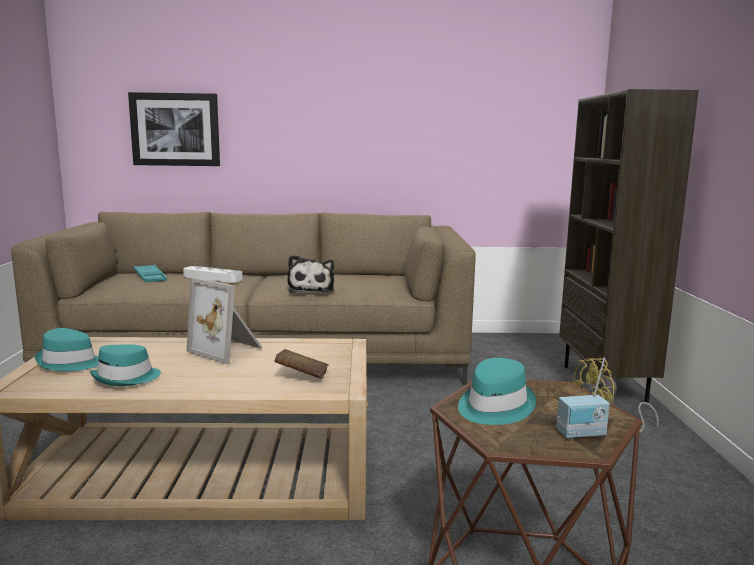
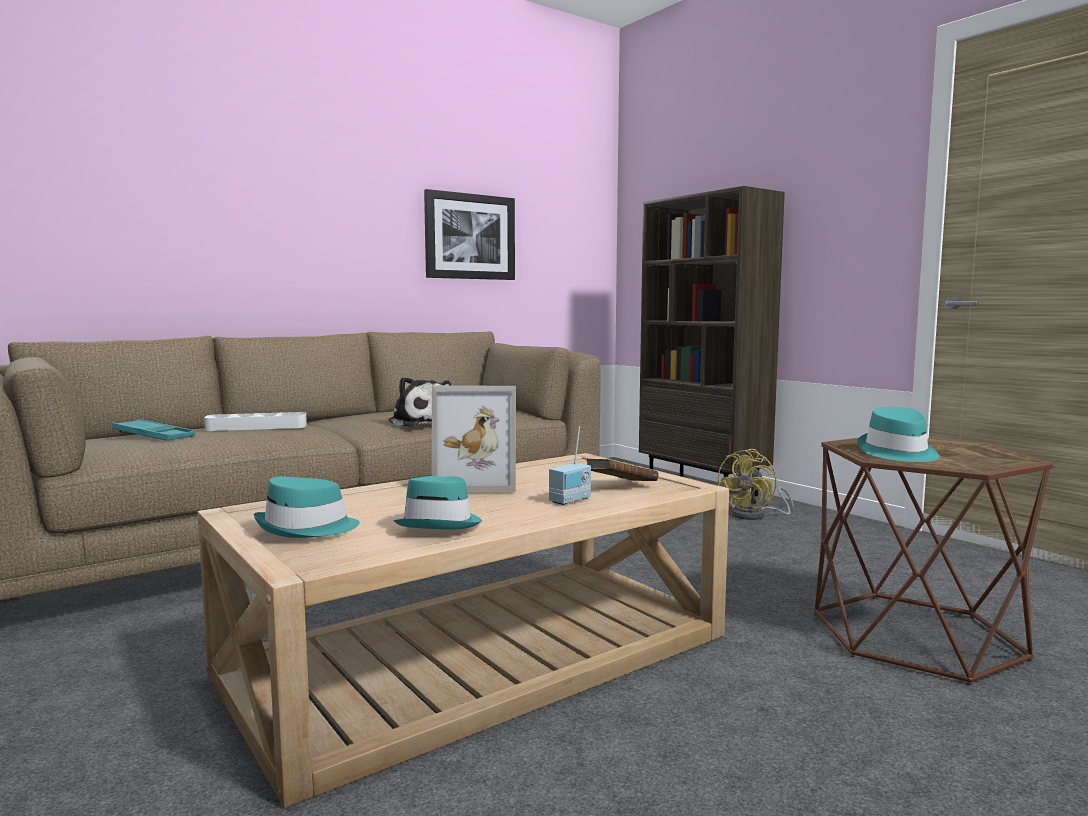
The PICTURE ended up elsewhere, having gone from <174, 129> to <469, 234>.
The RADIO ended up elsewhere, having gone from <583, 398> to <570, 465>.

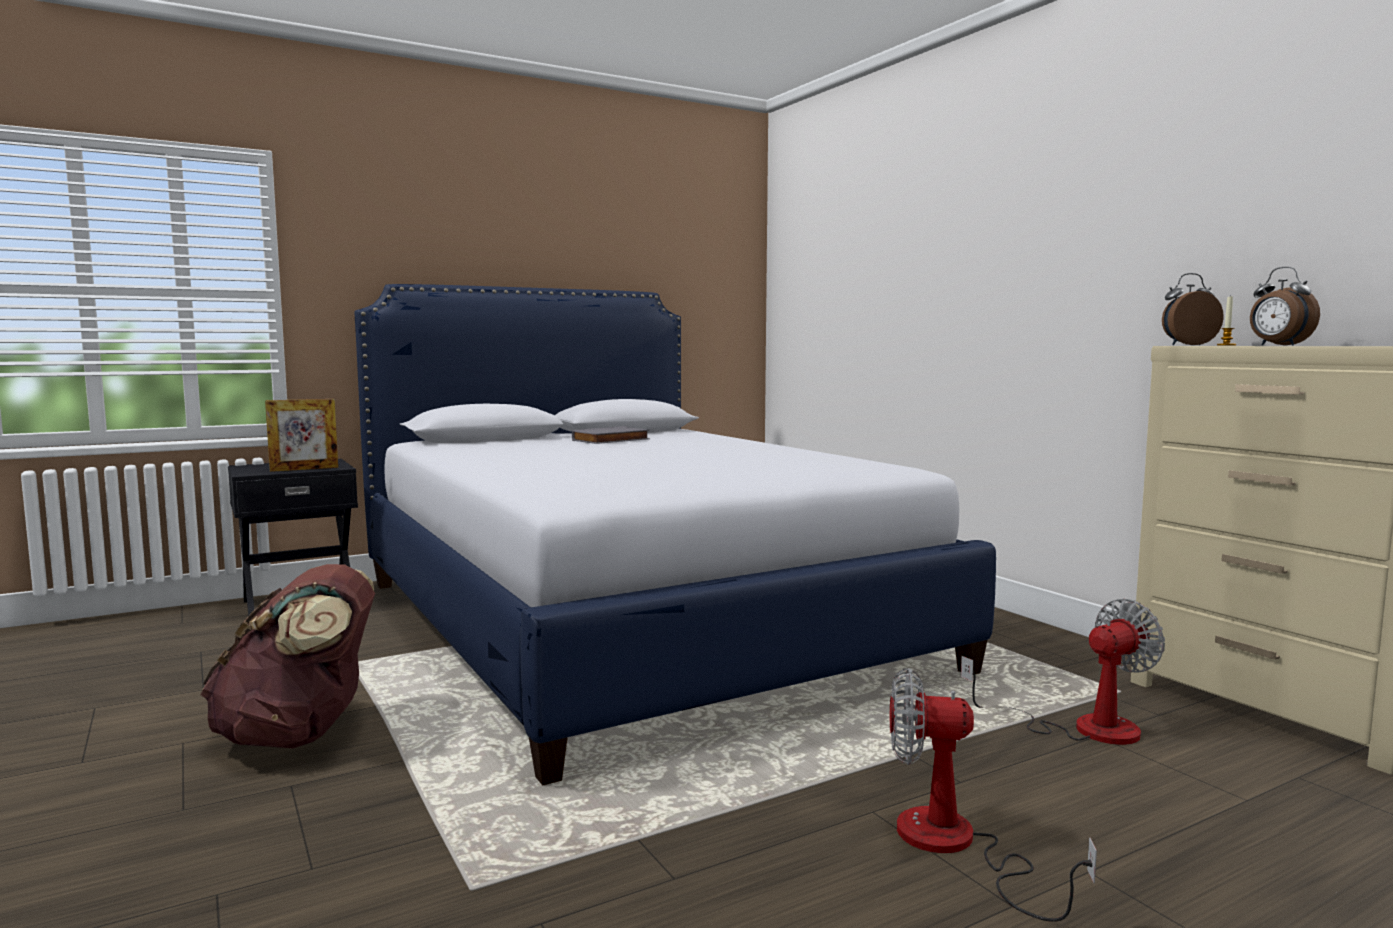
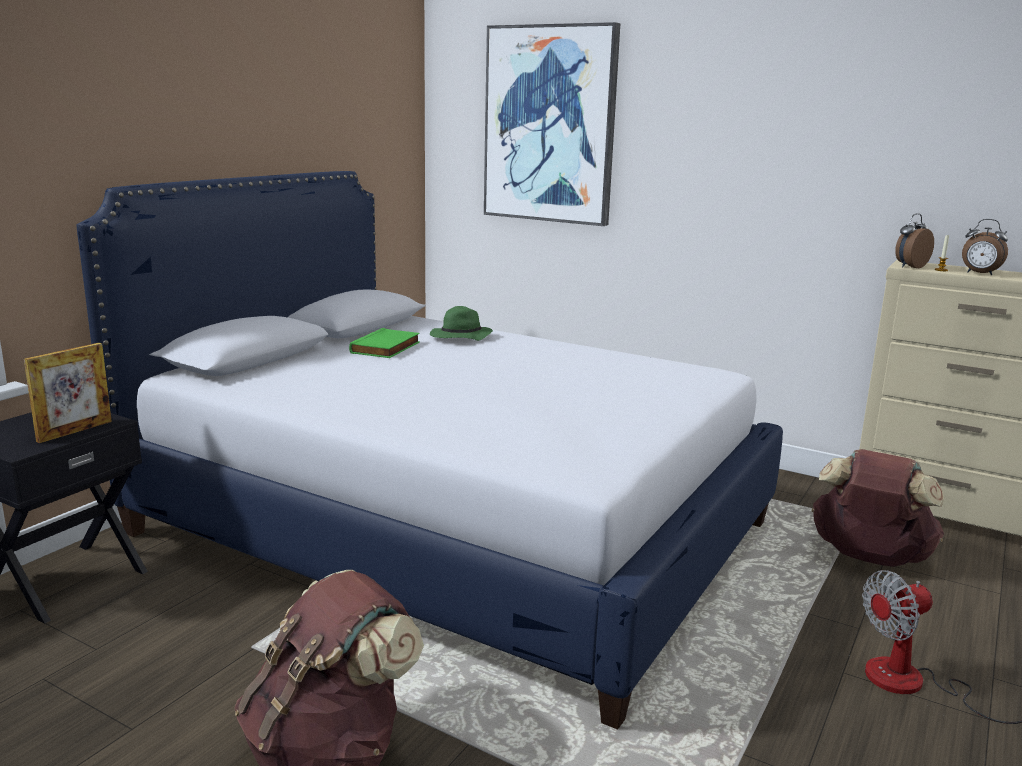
What was the GREY BOOK at <611, 435> turned into the GREEN BOOK at <384, 343>.
Where the FAN stood at <1063, 672>, the BROWN BACKPACK came to stand at <877, 508>.
The second view gained the PICTURE at <552, 124>.
The second view gained the GREEN HAT at <461, 323>.

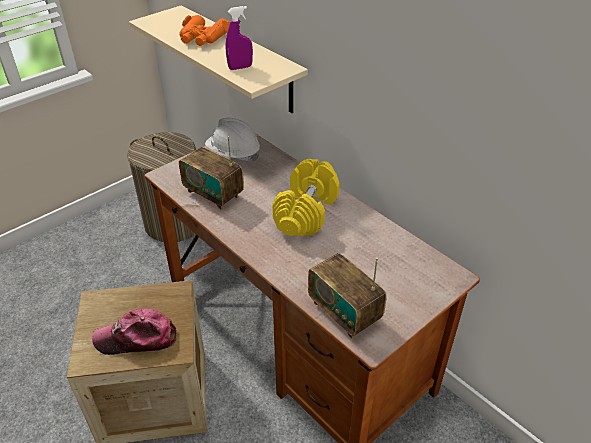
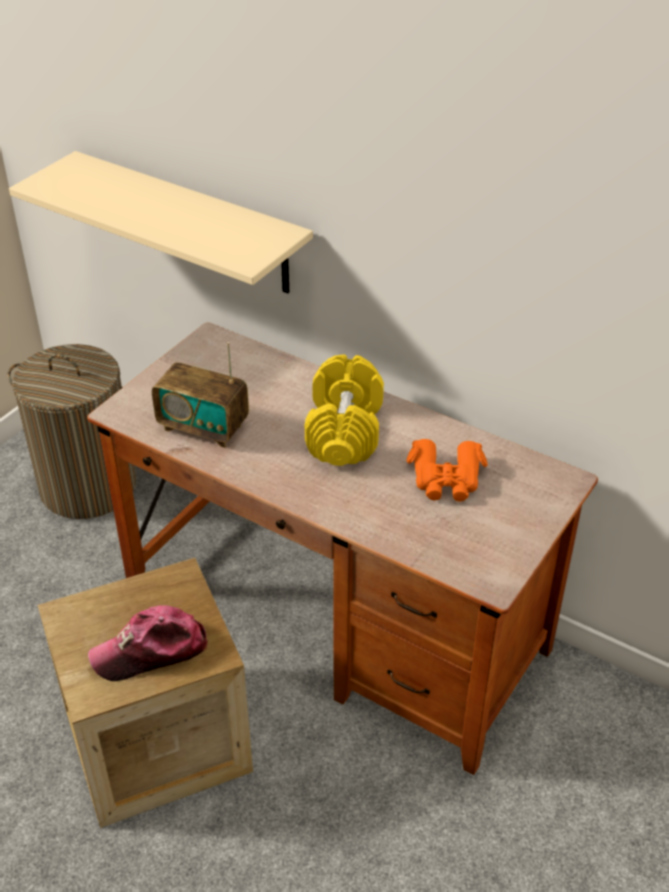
The second view lost the PURPLE SPRAY BOTTLE at <239, 38>.
The ORANGE BINOCULARS ended up elsewhere, having gone from <204, 30> to <447, 470>.
The second view lost the WHITE HARD HAT at <232, 139>.
The second view lost the RADIO at <347, 295>.

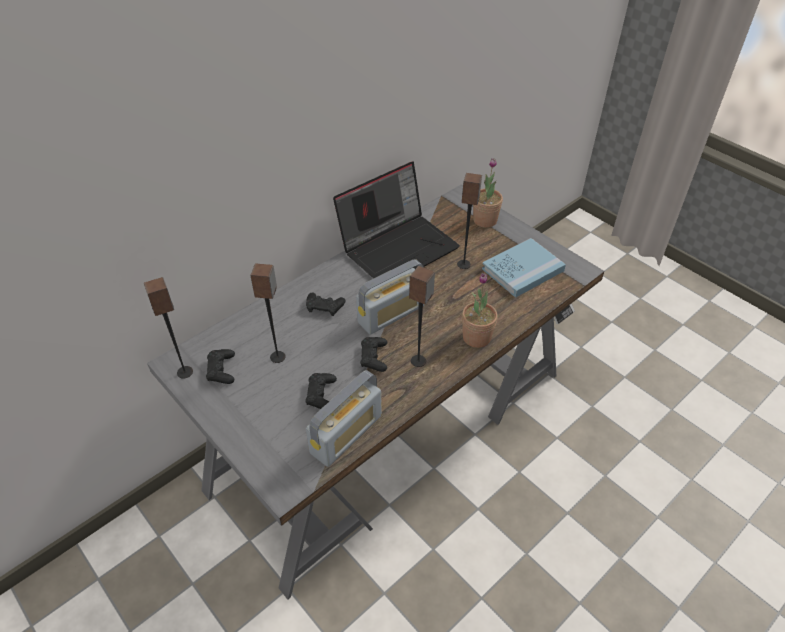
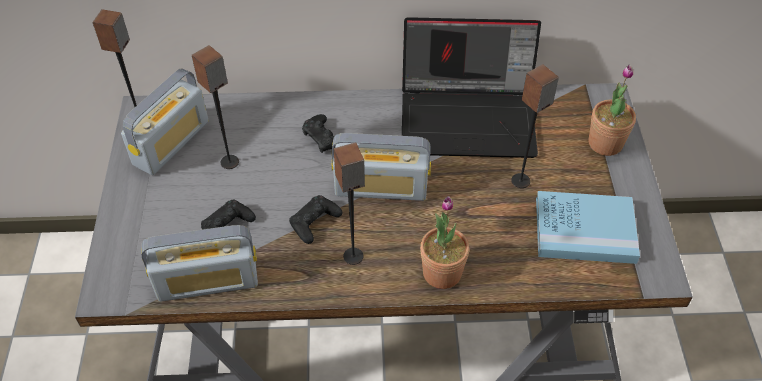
Where the BLACK GAME CONTROLLER stood at <220, 366>, the RADIO came to stand at <165, 121>.

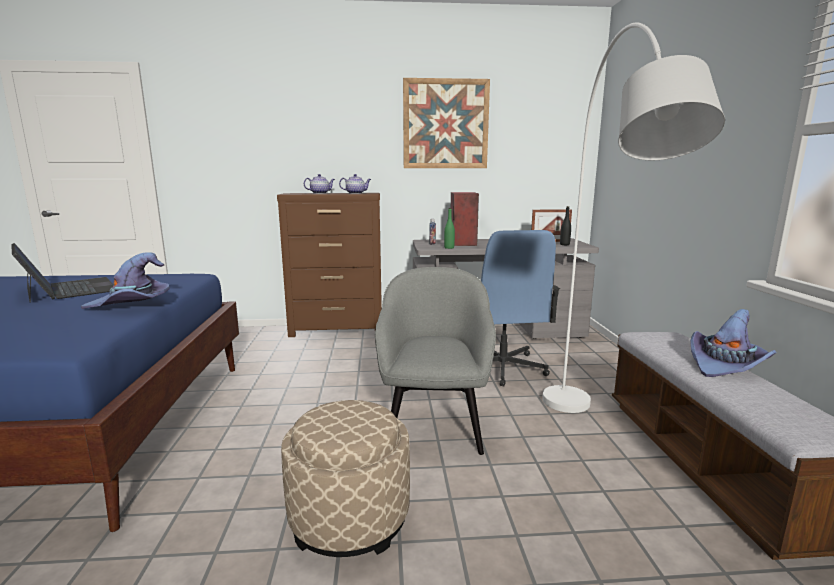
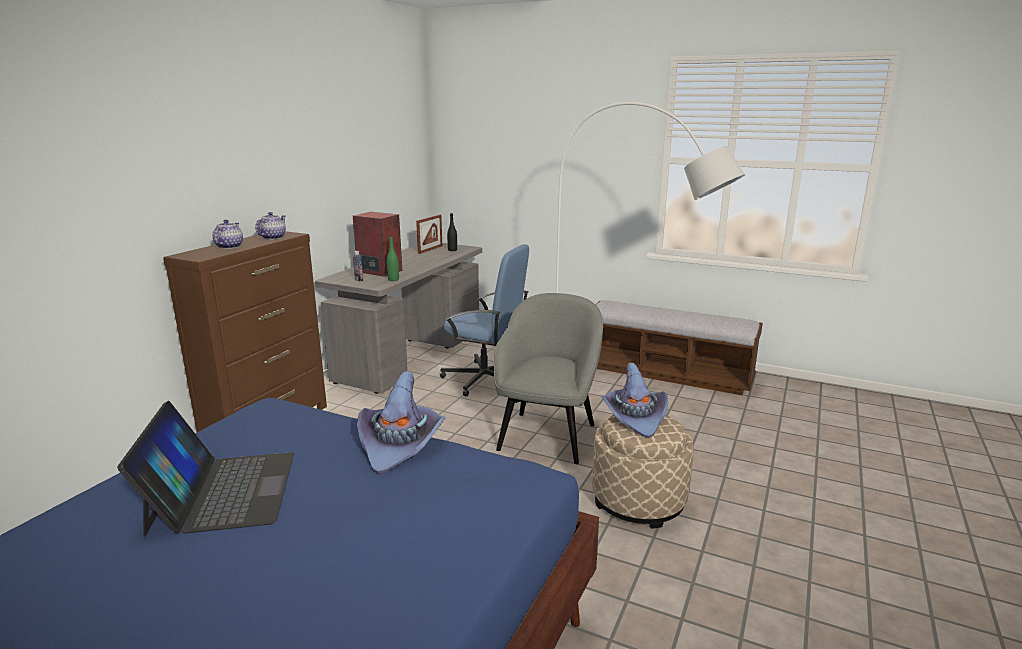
The second view lost the PICTURE at <446, 123>.
The LAPTOP at <62, 273> ended up facing another way, 90 degrees clockwise from before.
The GREY ARMCHAIR at <435, 361> ended up facing another way, 75 degrees clockwise from before.
The PURPLE HAT ended up elsewhere, having gone from <733, 343> to <634, 400>.

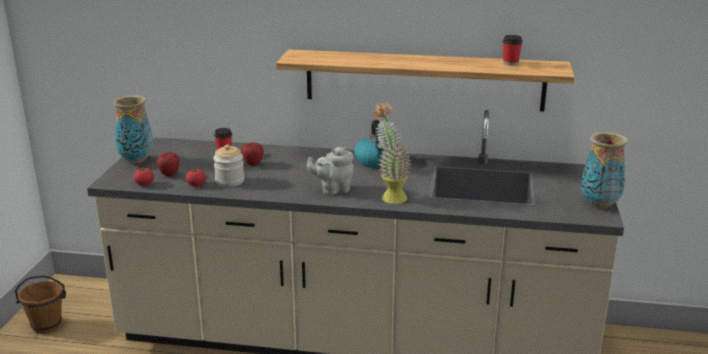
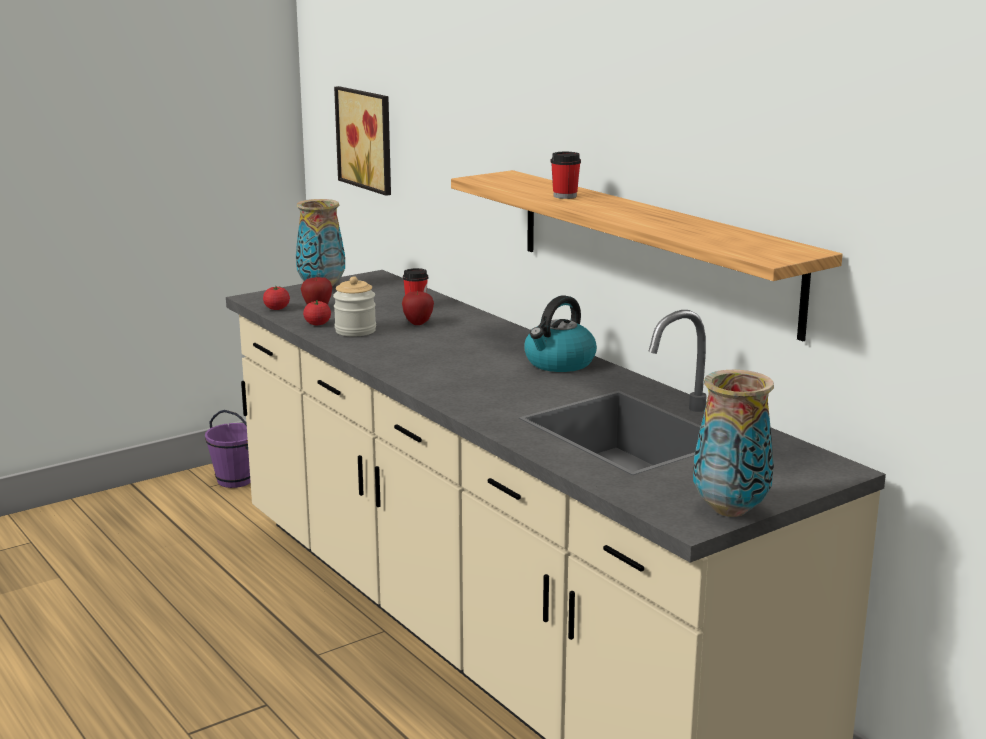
The CUP ended up elsewhere, having gone from <513, 50> to <566, 175>.
The second view lost the POTTED PLANT at <393, 153>.
The second view lost the GREY TEAPOT at <330, 171>.
What was the BROWN BUCKET at <40, 304> turned into the PURPLE BUCKET at <228, 449>.
The second view gained the PICTURE at <362, 141>.

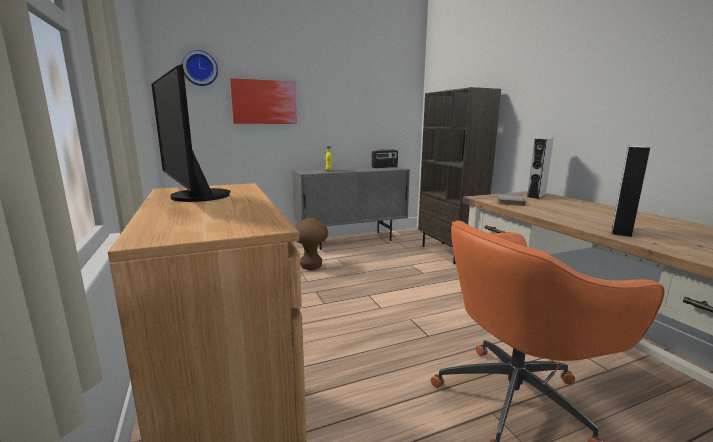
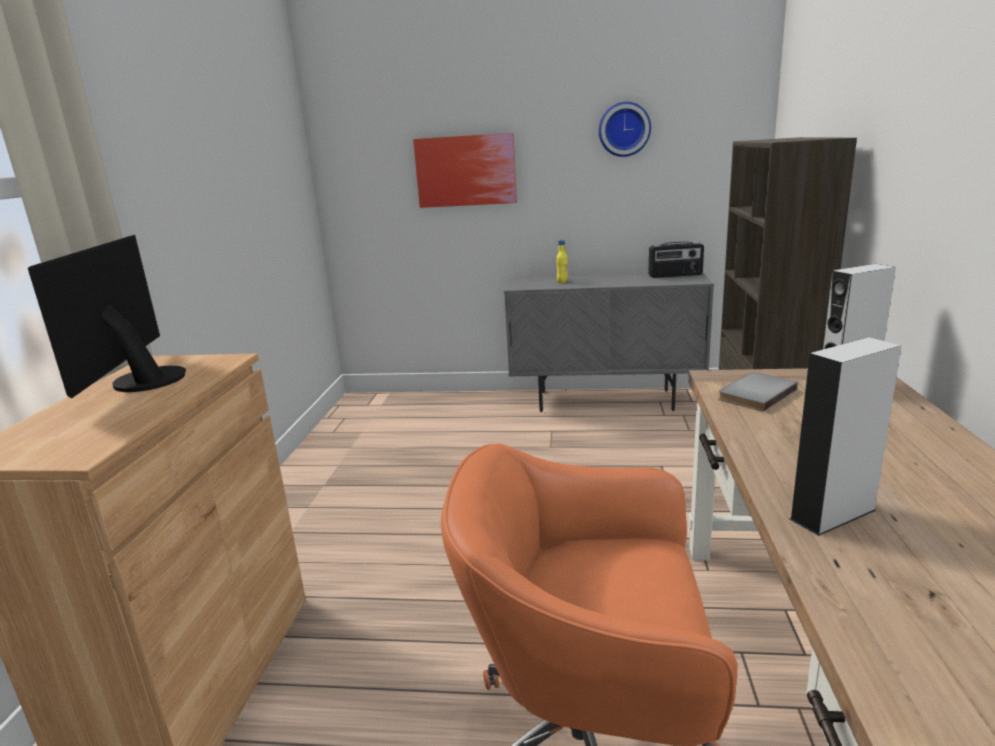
The WALL CLOCK ended up elsewhere, having gone from <200, 68> to <625, 129>.
The second view lost the BROWN STOOL at <311, 244>.

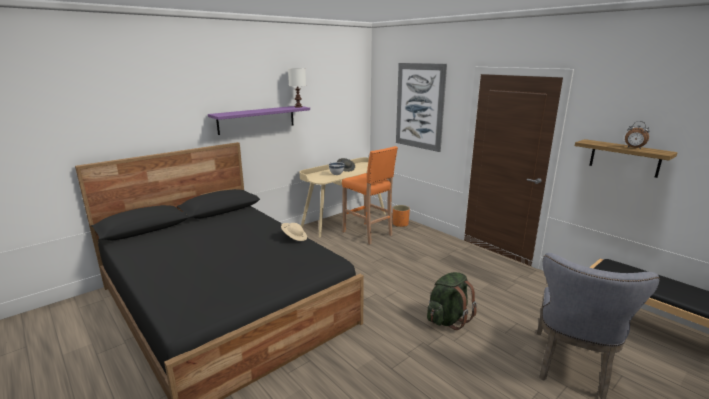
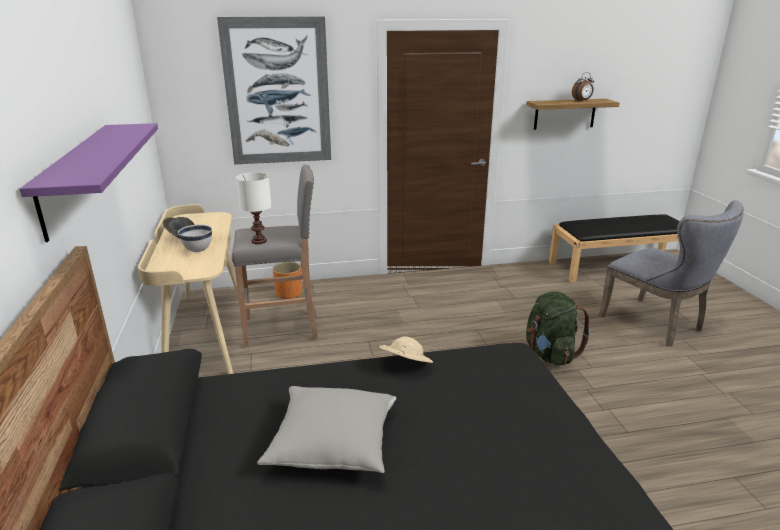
The WHITE TABLE LAMP ended up elsewhere, having gone from <297, 87> to <254, 208>.
What was the ORANGE STOOL at <370, 195> turned into the GREY STOOL at <275, 256>.
The second view gained the GREY PILLOW at <326, 429>.

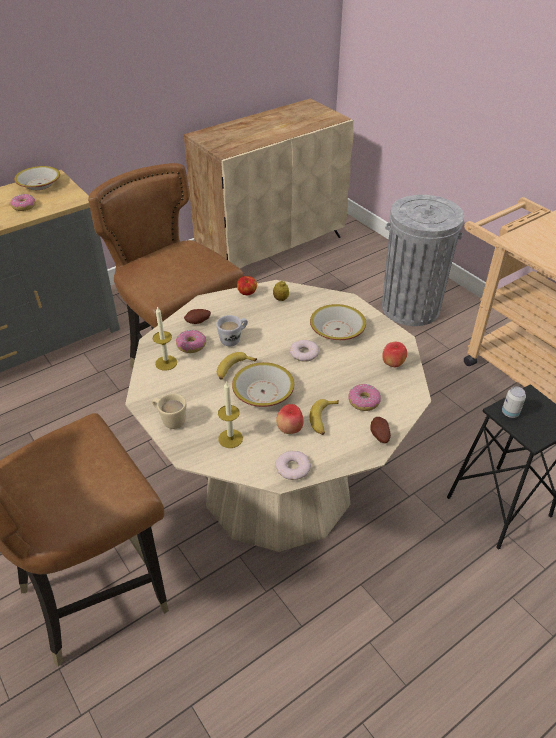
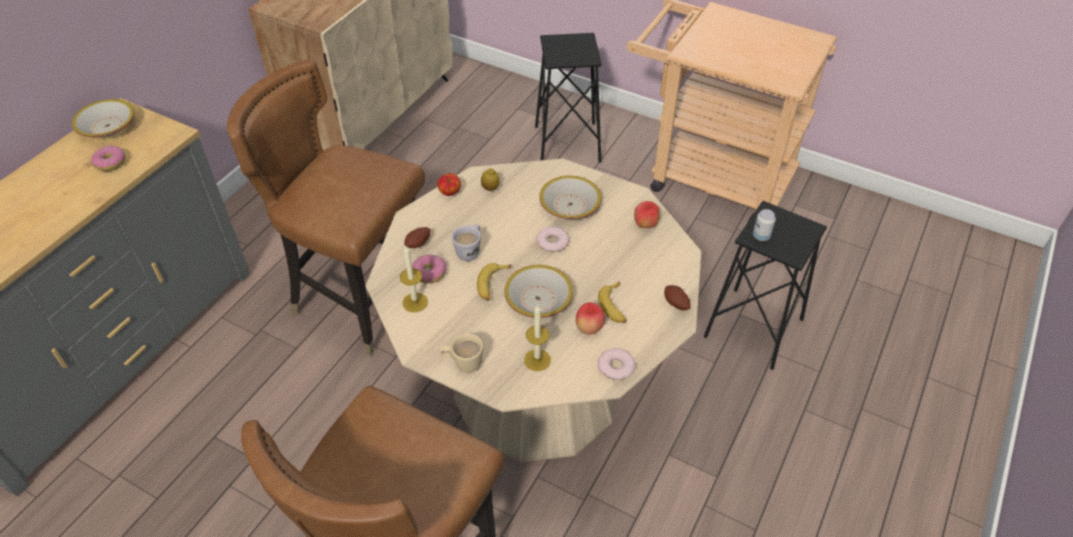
Where the GREY TRASH CAN stood at <423, 260>, the BLACK STOOL came to stand at <568, 98>.
The second view lost the DONUT at <364, 397>.

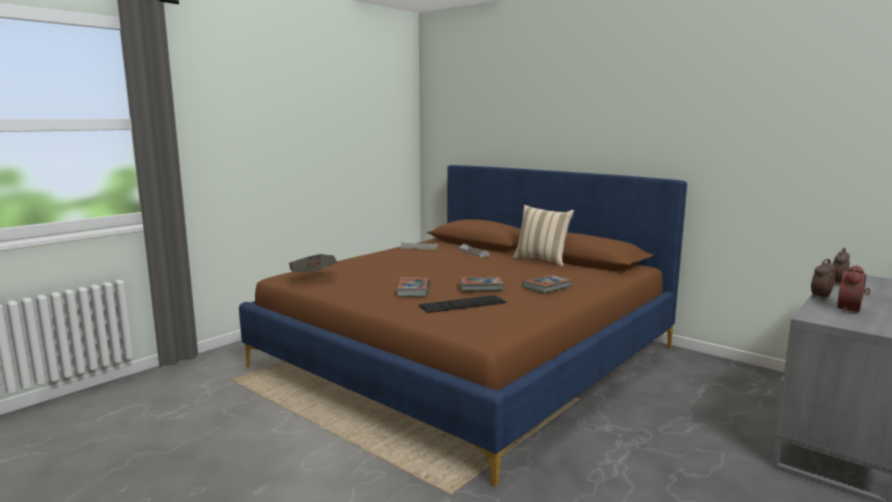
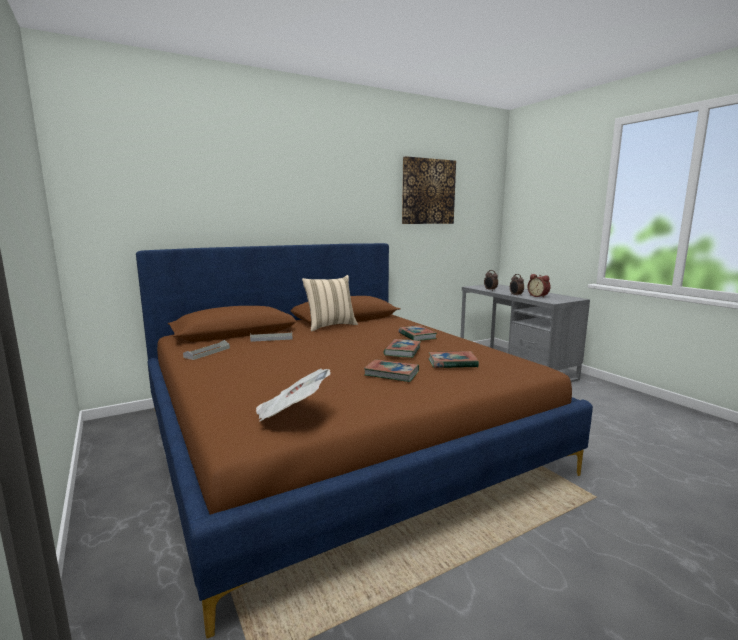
Where the KEYBOARD stood at <462, 304>, the BOOK came to stand at <454, 359>.
The second view gained the PICTURE at <429, 190>.

